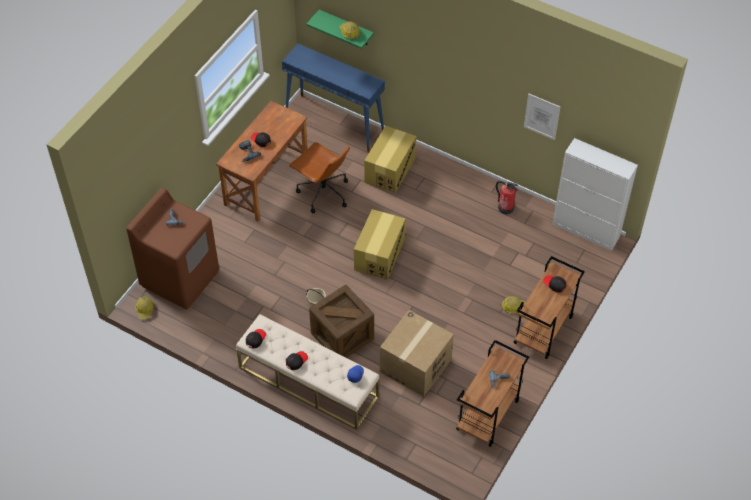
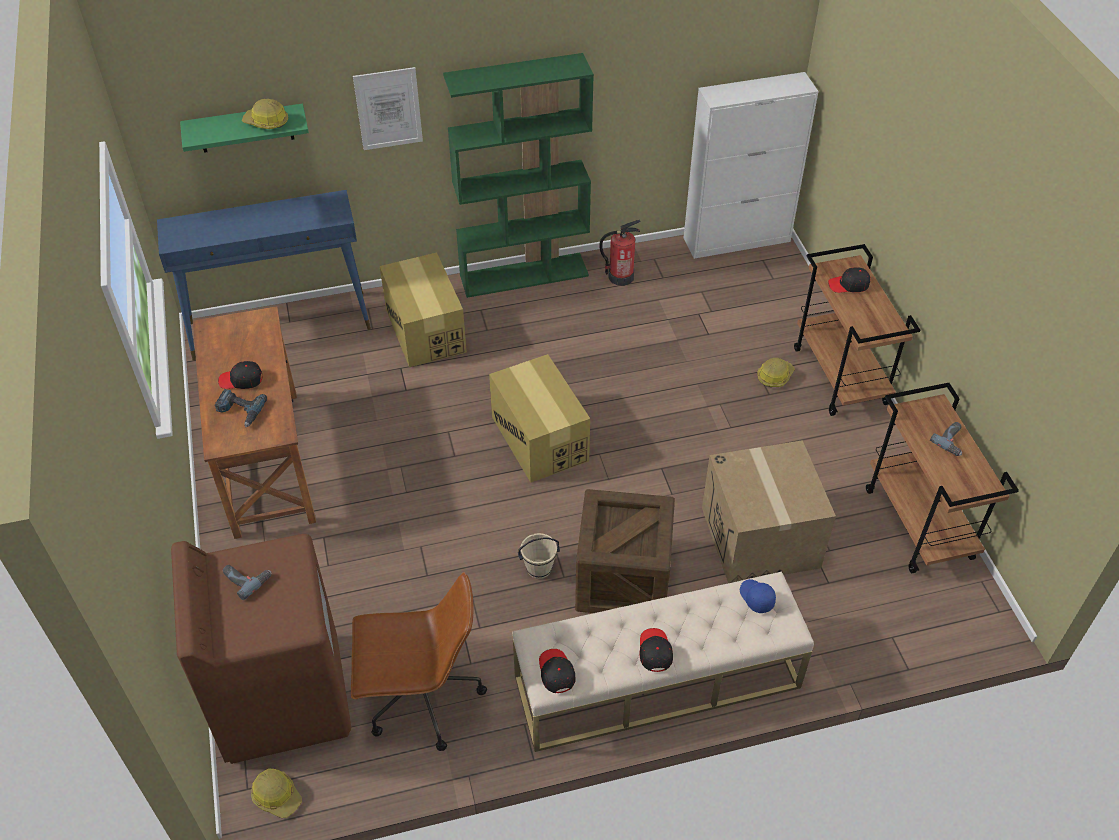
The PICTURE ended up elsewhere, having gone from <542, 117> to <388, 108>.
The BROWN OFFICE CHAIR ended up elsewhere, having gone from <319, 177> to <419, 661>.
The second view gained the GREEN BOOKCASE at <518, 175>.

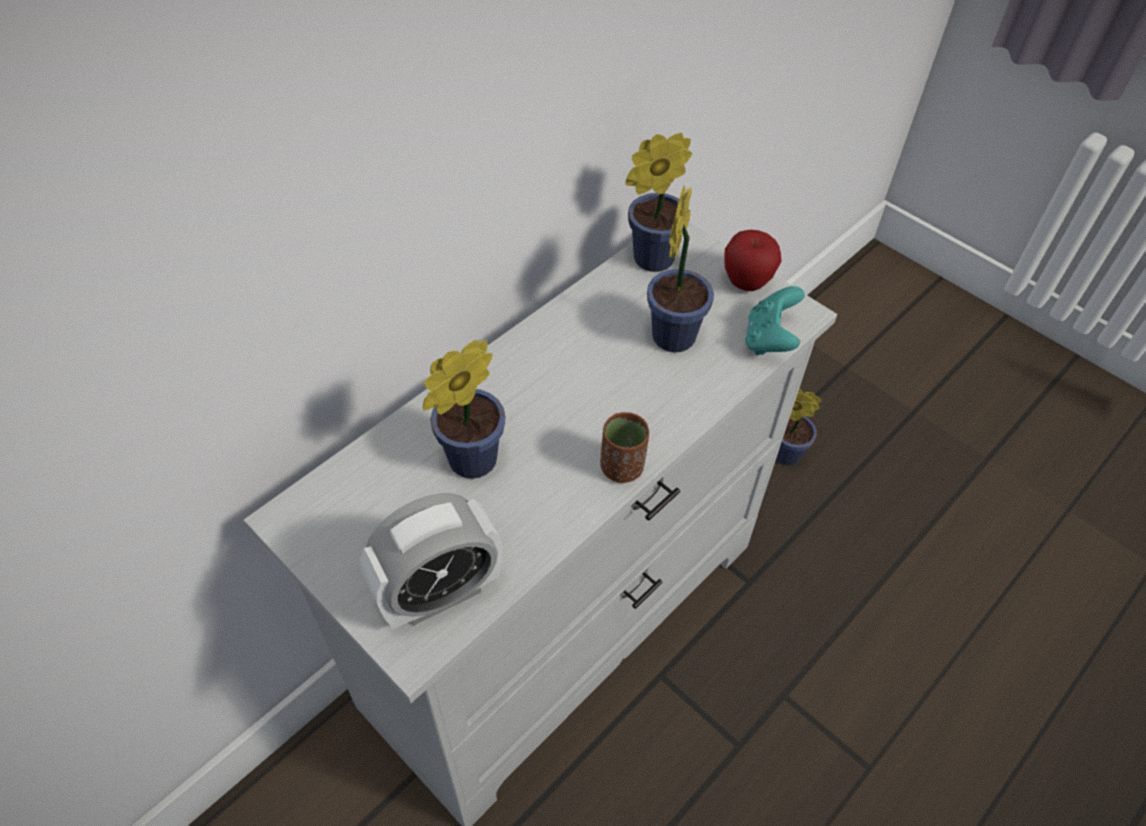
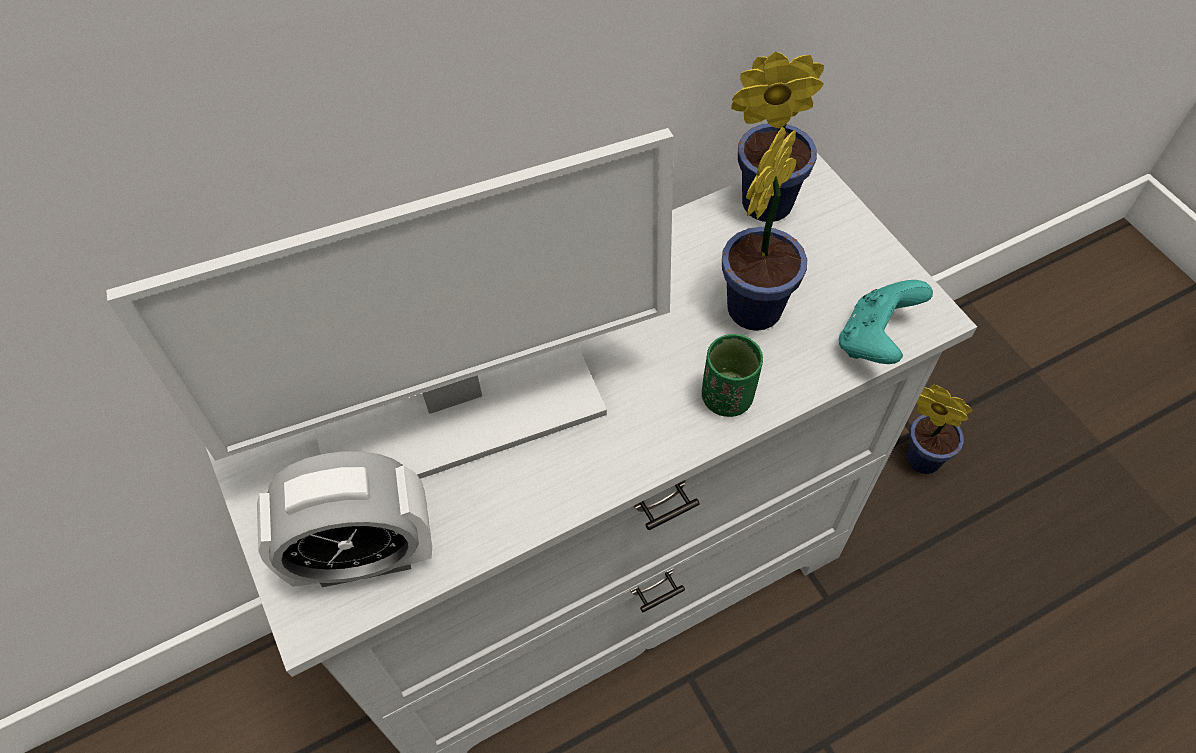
The second view lost the APPLE at <753, 260>.
Where the POTTED PLANT stood at <464, 409>, the MONITOR came to stand at <390, 303>.
The second view lost the BROWN CUP at <624, 447>.
The second view gained the GREEN CUP at <732, 375>.

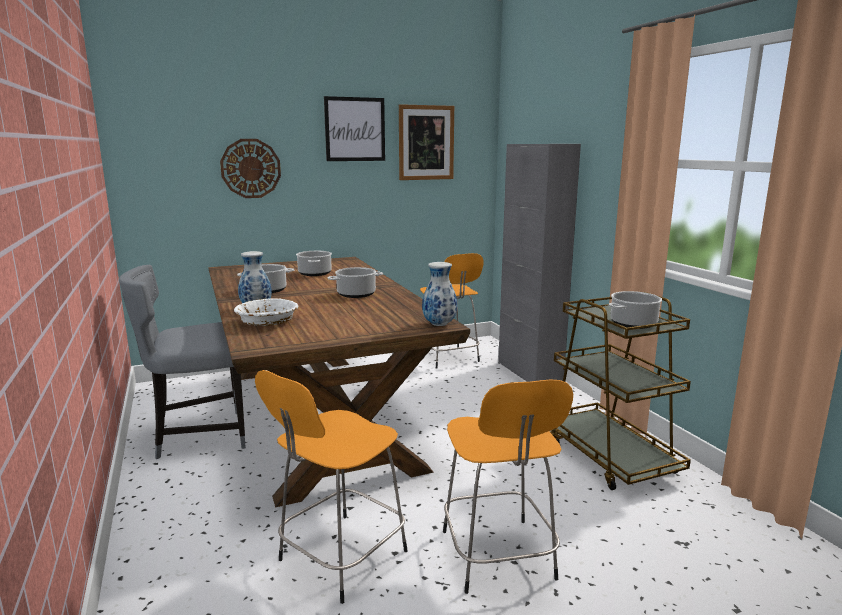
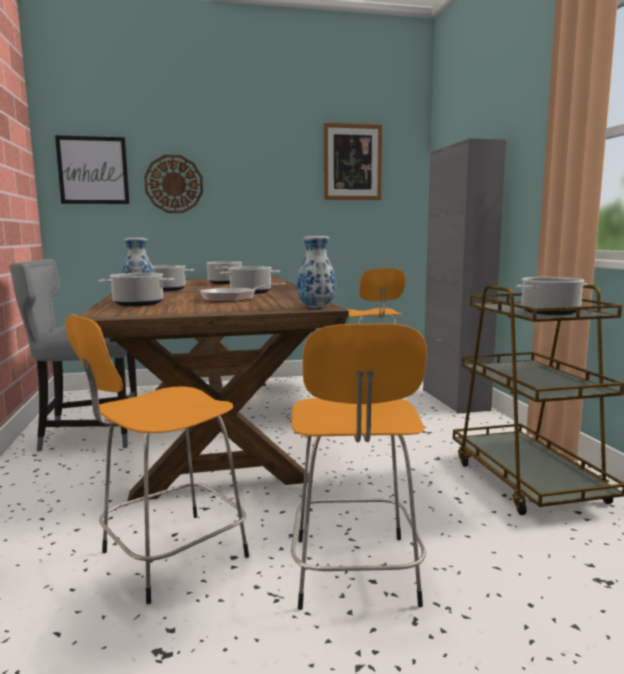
The PICTURE ended up elsewhere, having gone from <354, 128> to <92, 169>.
Where the WHITE BOWL stood at <266, 312>, the COOKING POT came to stand at <136, 289>.
The second view gained the FRYING PAN at <243, 292>.

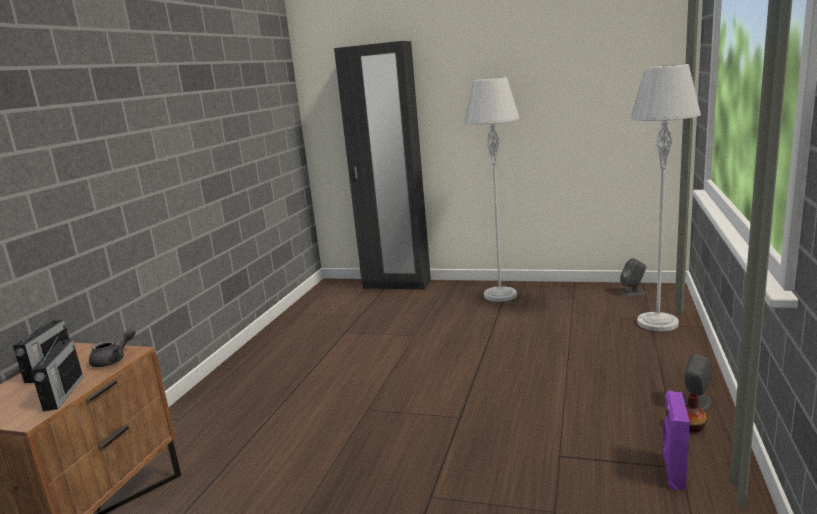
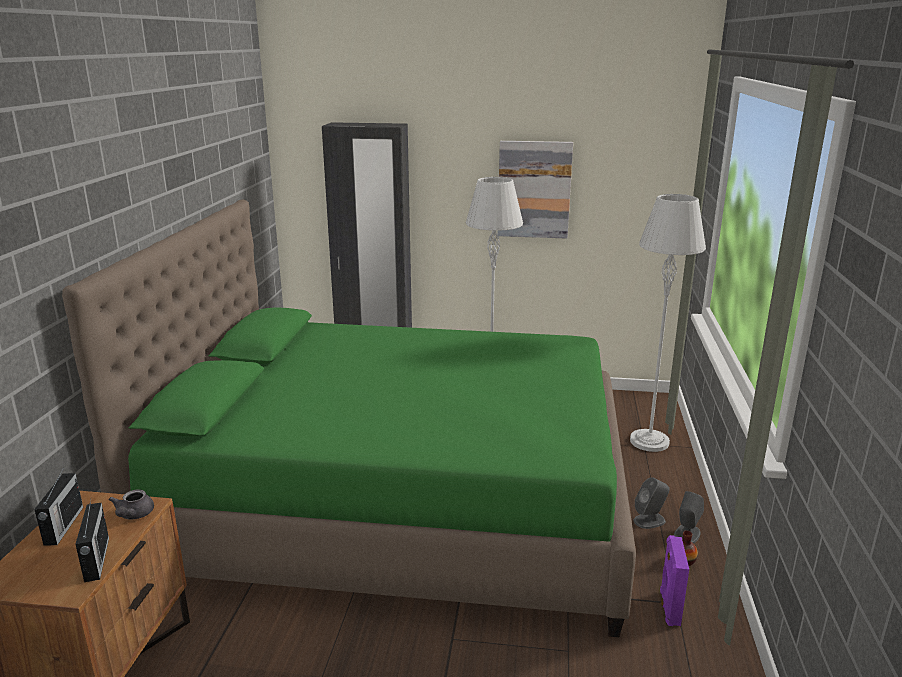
The GREY SPEAKER ended up elsewhere, having gone from <633, 277> to <651, 503>.
The GREY TEAPOT at <112, 347> ended up facing another way, 150 degrees clockwise from before.
The second view gained the PICTURE at <535, 190>.
The second view gained the GREEN BED at <349, 418>.

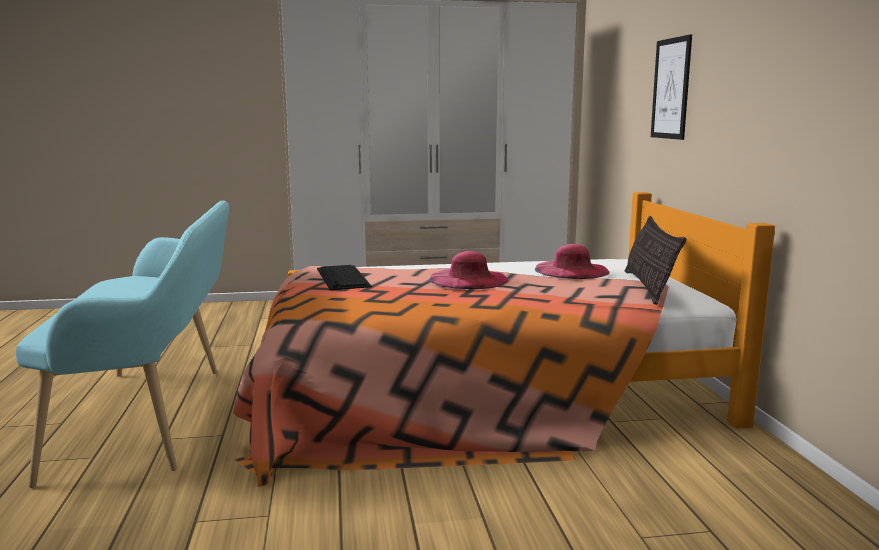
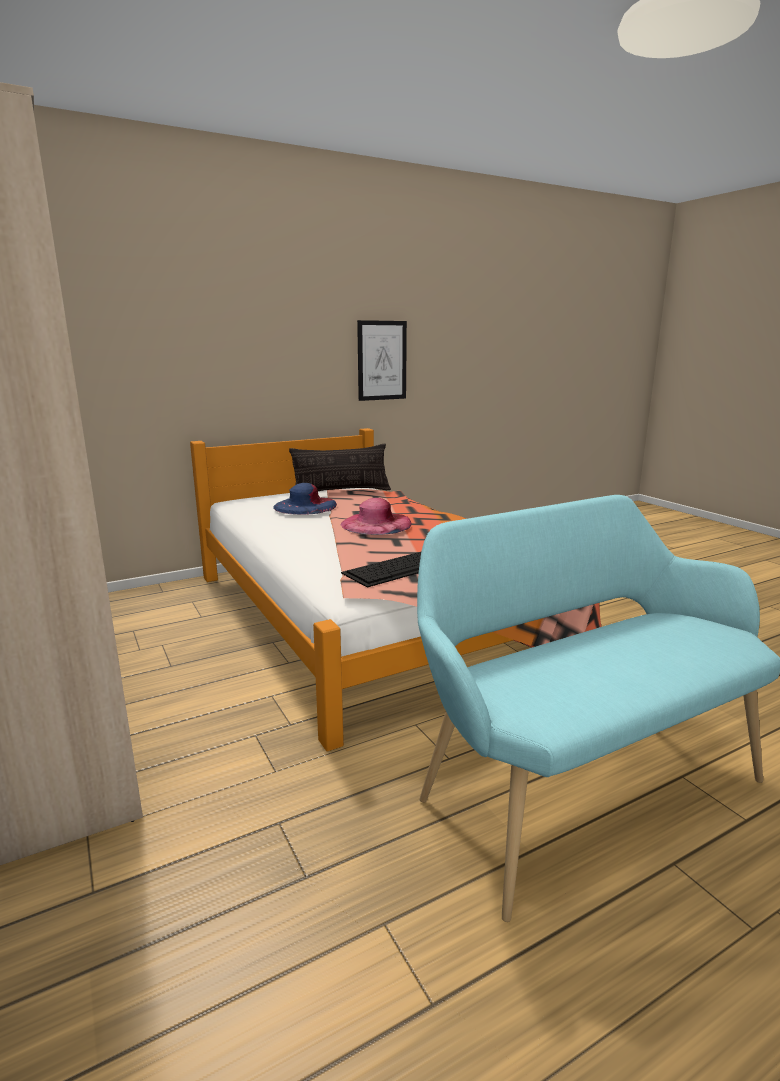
The PICTURE ended up elsewhere, having gone from <671, 87> to <382, 360>.
What was the PINK HAT at <572, 261> turned into the BLUE HAT at <305, 499>.

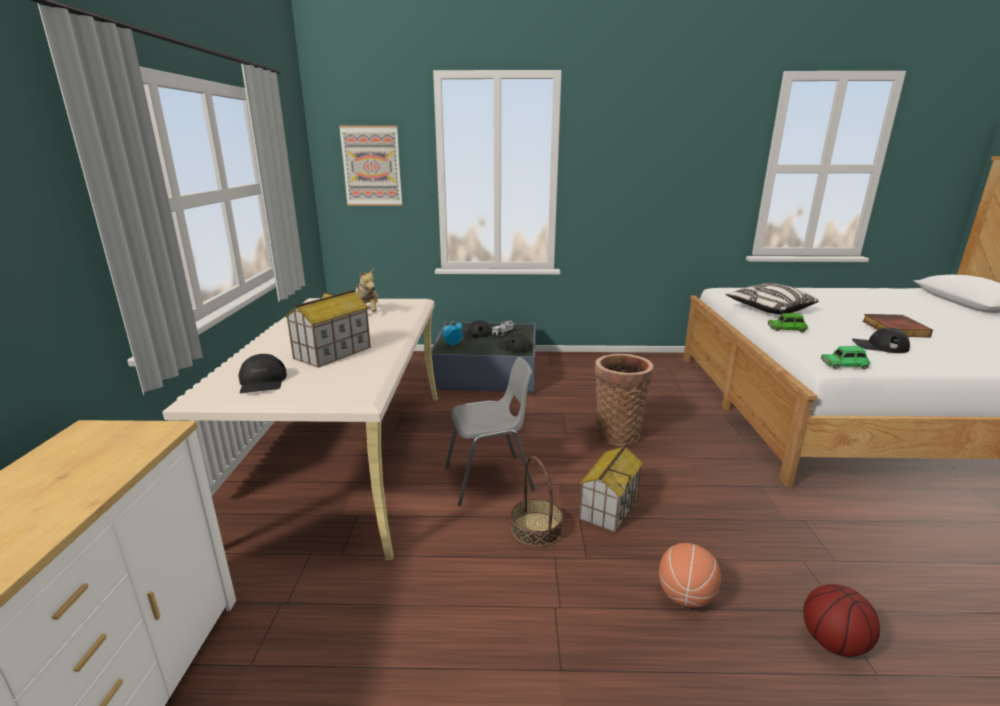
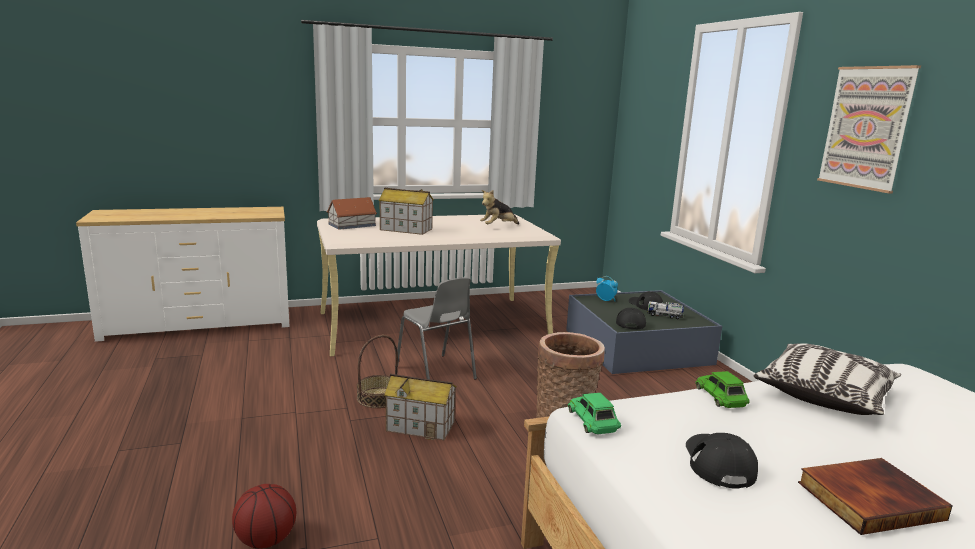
The PICTURE ended up elsewhere, having gone from <370, 166> to <869, 129>.
Where the BLACK CAP stood at <262, 373>, the TOY HOUSE came to stand at <351, 213>.
The second view lost the BASKETBALL at <690, 575>.

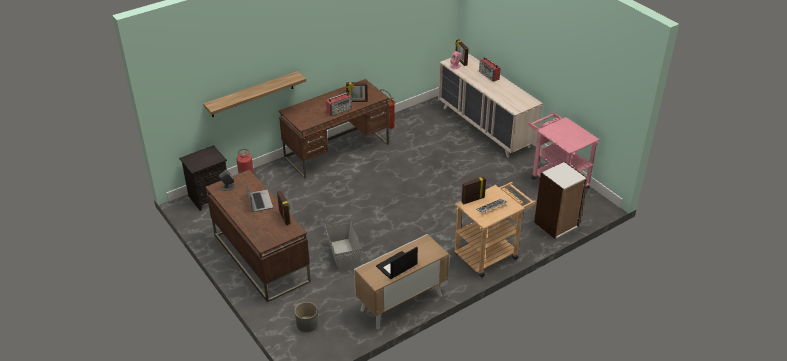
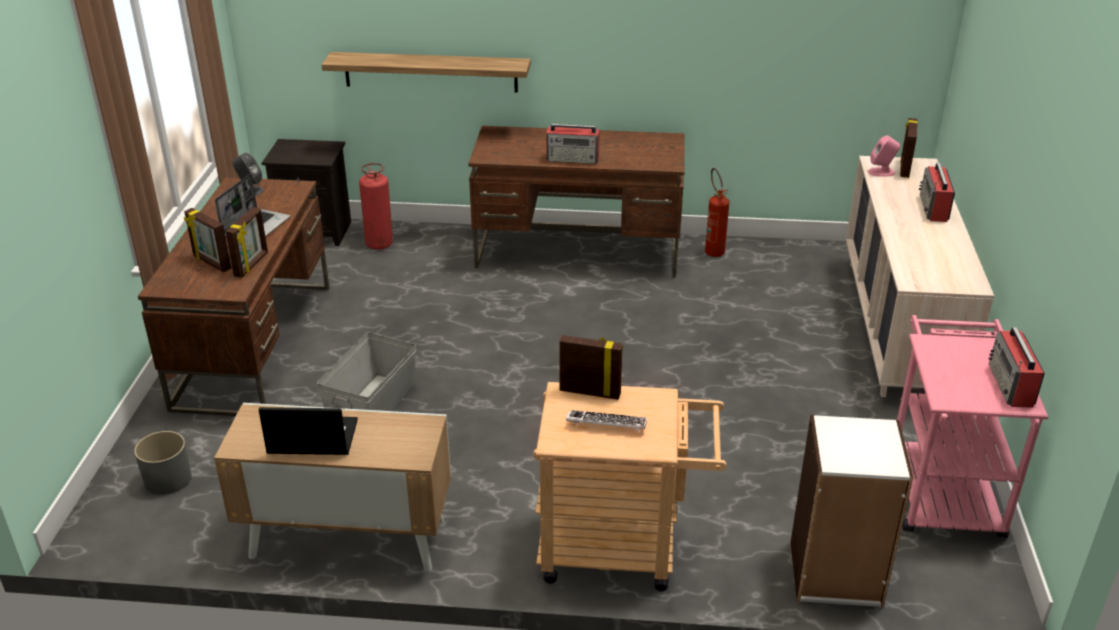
The PICTURE FRAME ended up elsewhere, having gone from <357, 92> to <208, 240>.
The second view gained the RADIO at <1016, 367>.

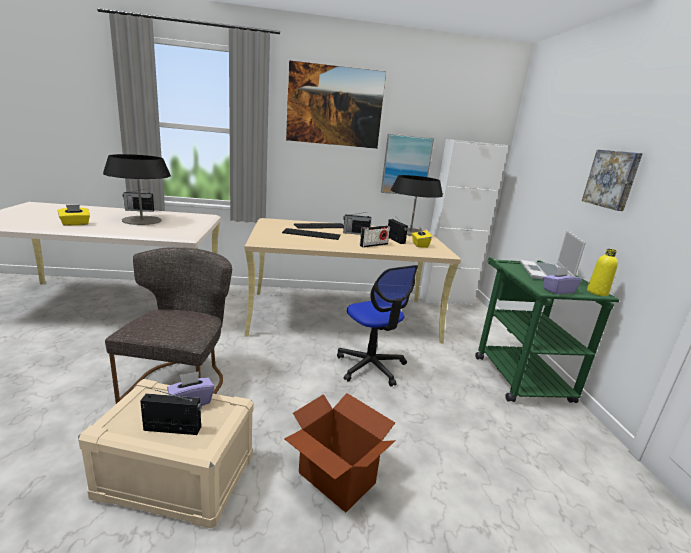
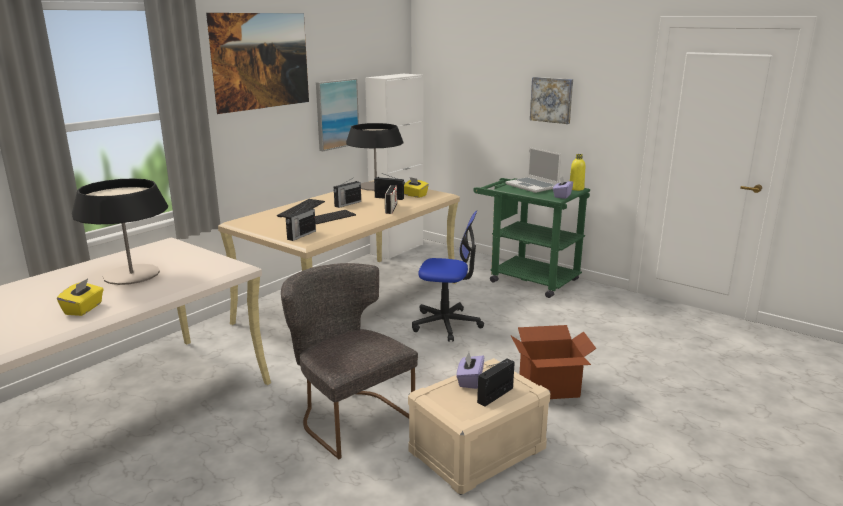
The RADIO ended up elsewhere, having gone from <138, 200> to <301, 223>.

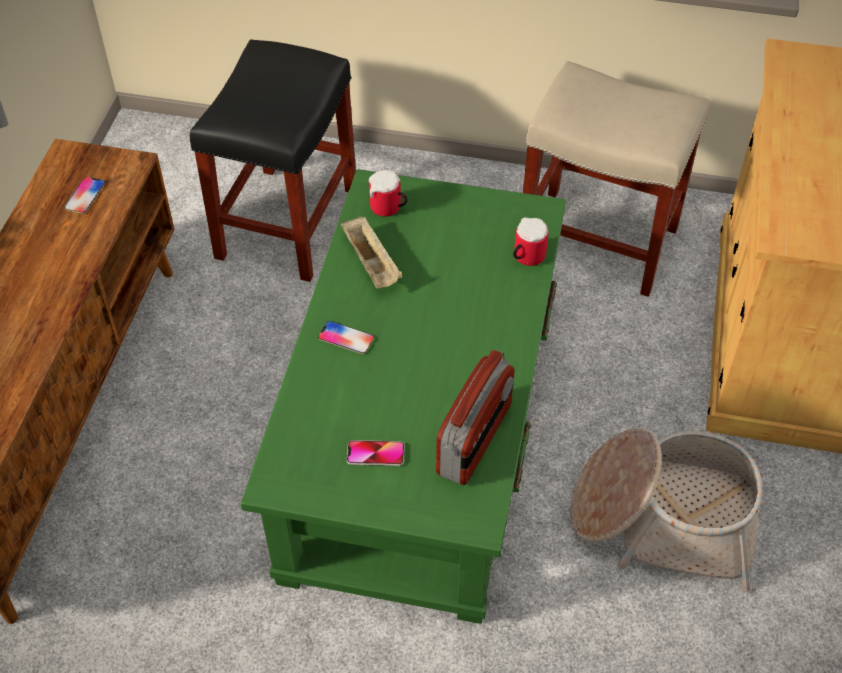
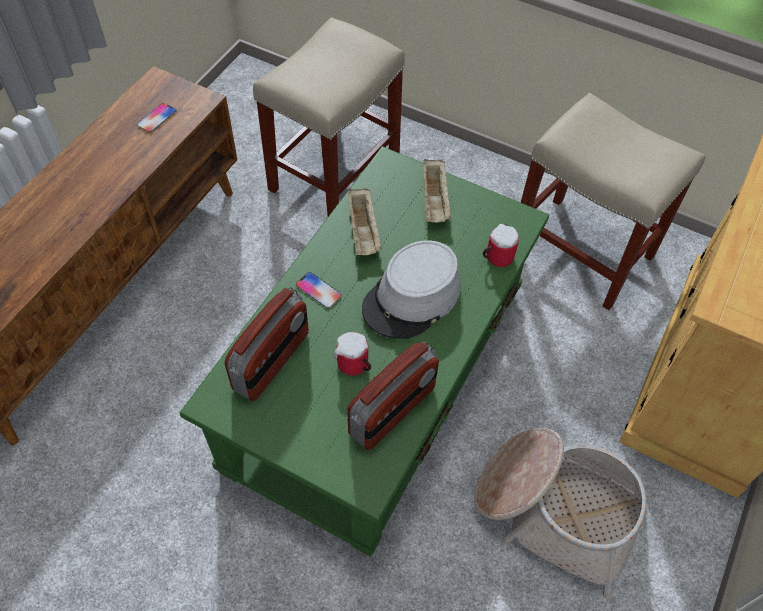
What was the BLACK STOOL at <273, 160> turned into the BEIGE STOOL at <329, 116>.
The MUG ended up elsewhere, having gone from <388, 193> to <352, 354>.
The second view lost the PHONE at <375, 453>.
The second view gained the BEIGE TRAY at <437, 190>.
The second view gained the GREY HAT at <411, 289>.
The second view gained the RADIO at <267, 344>.

